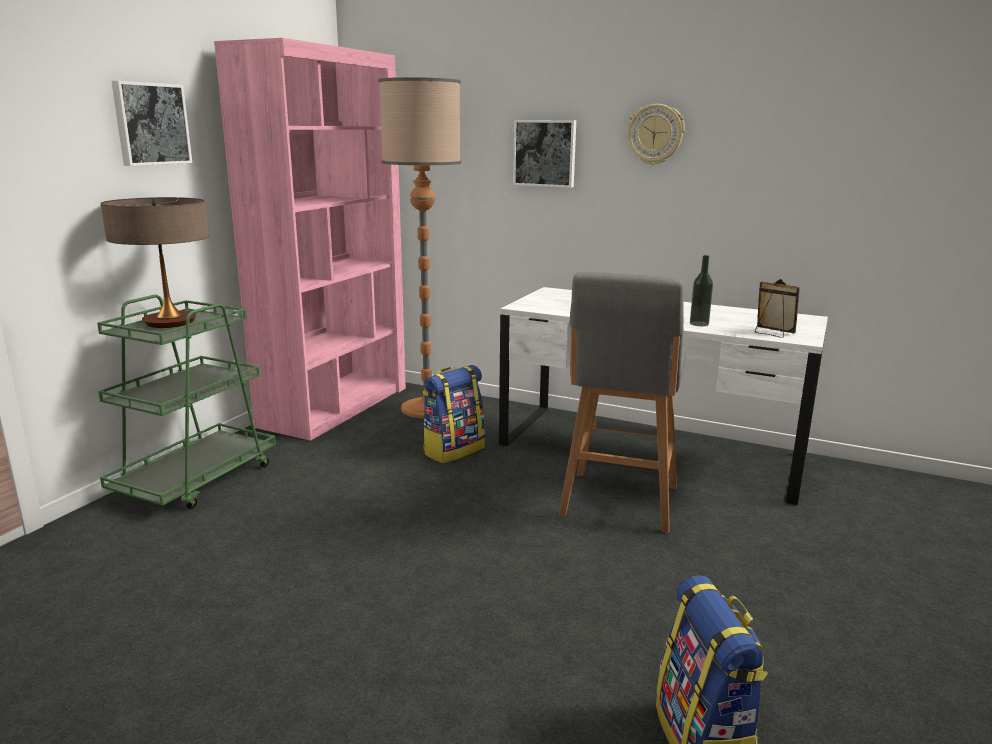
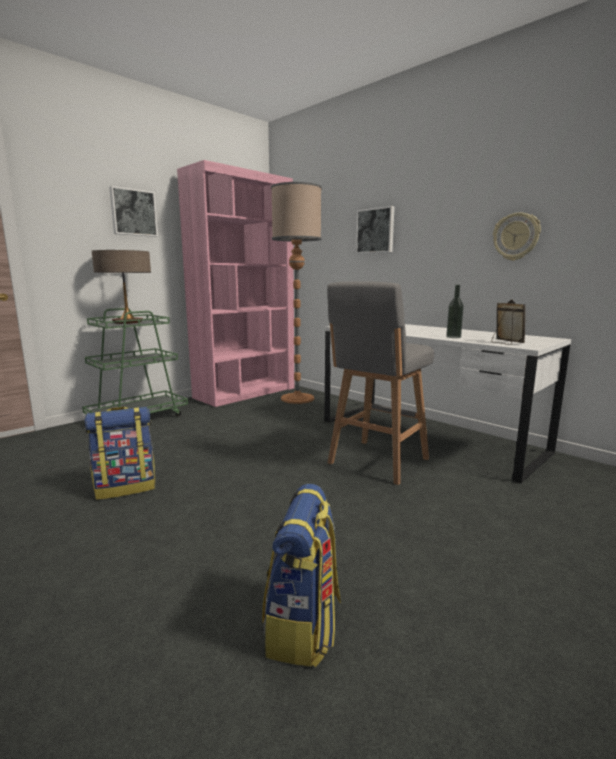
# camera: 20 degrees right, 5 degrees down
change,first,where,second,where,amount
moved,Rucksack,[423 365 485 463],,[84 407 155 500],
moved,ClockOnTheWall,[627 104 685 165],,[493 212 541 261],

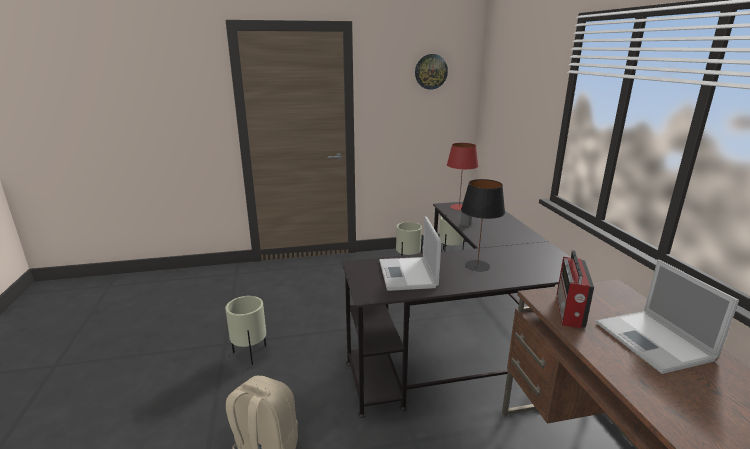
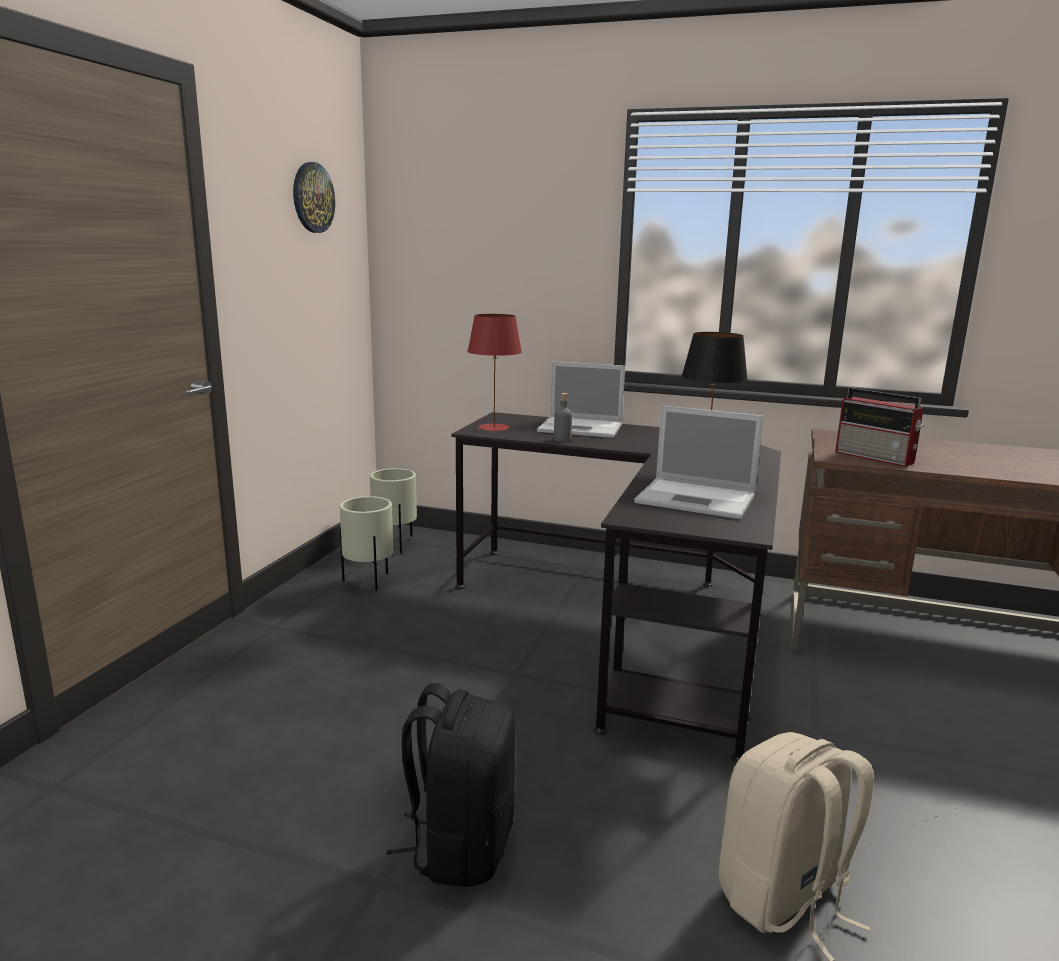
# camera: 60 degrees left, 5 degrees down
change,first,where,second,where,amount
moved,Laptop,[596 260 739 374],,[537 361 625 438],
replaced,BeigeColouredPlantPot,[225 296 266 365],BlackRucksack,[387 683 516 887],

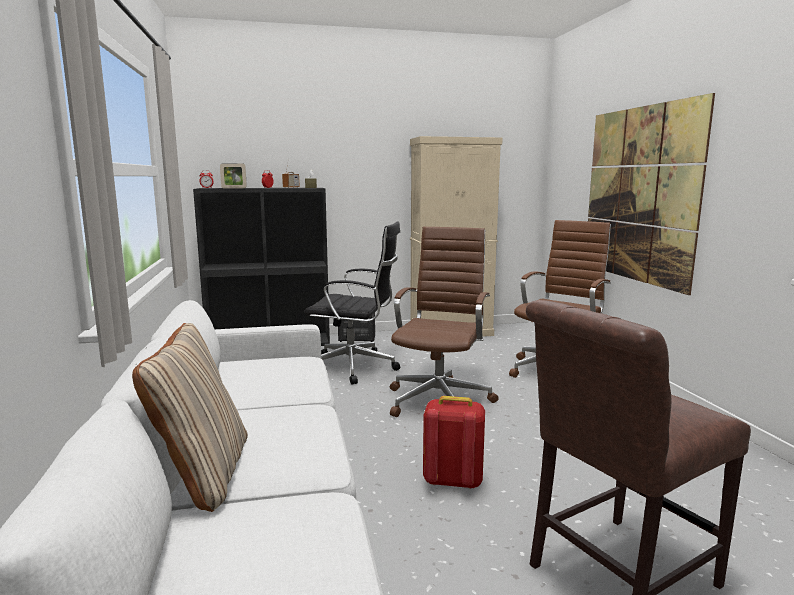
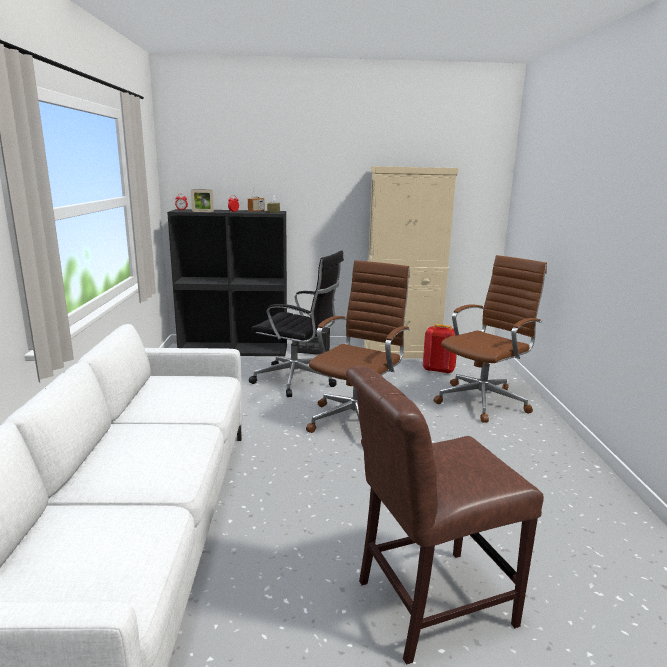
# camera: 10 degrees right, 5 degrees up
change,first,where,second,where,amount
removed,BeigeColouredPillow,[132 323 248 512],,,
removed,WallPicture,[588 93 715 295],,,
moved,RedColouredRucksack,[423 396 485 489],,[423 324 457 374],

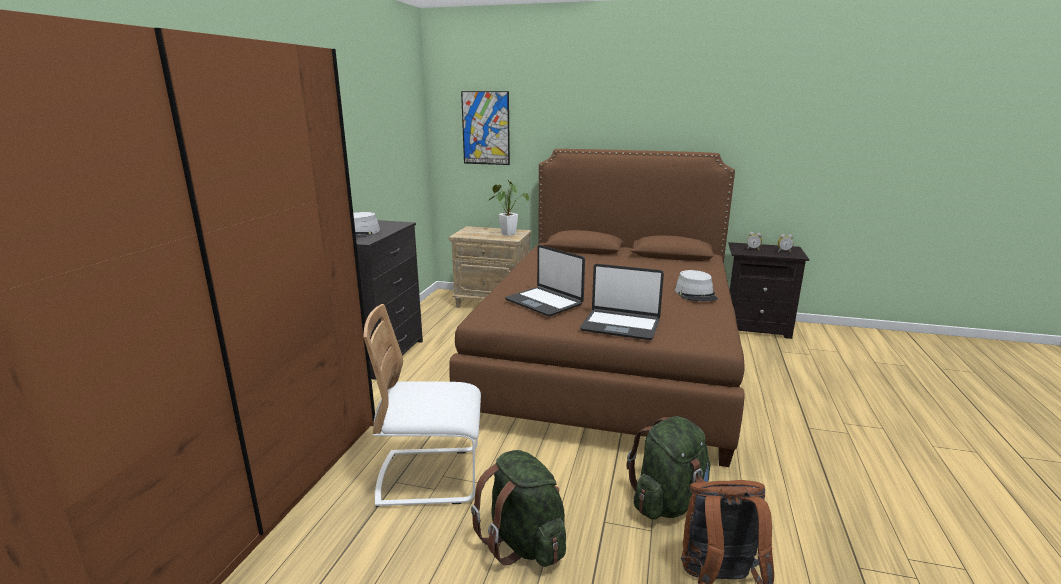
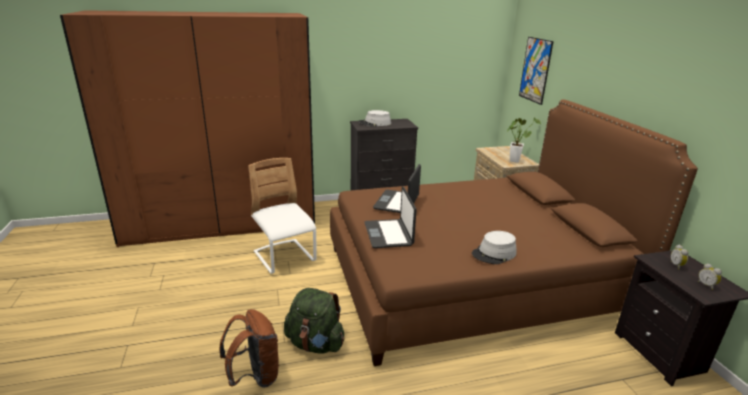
# camera: 60 degrees right, 5 degrees up
change,first,where,second,where,amount
removed,GreenRucksack,[471 450 566 567],,,

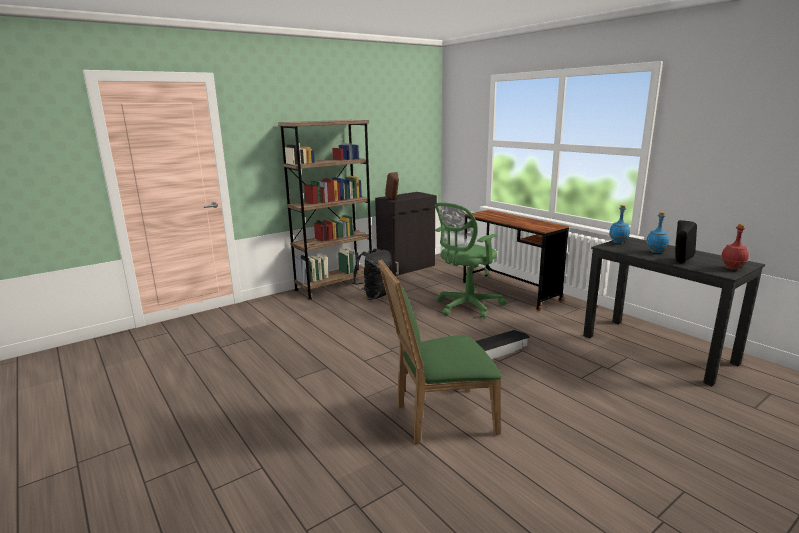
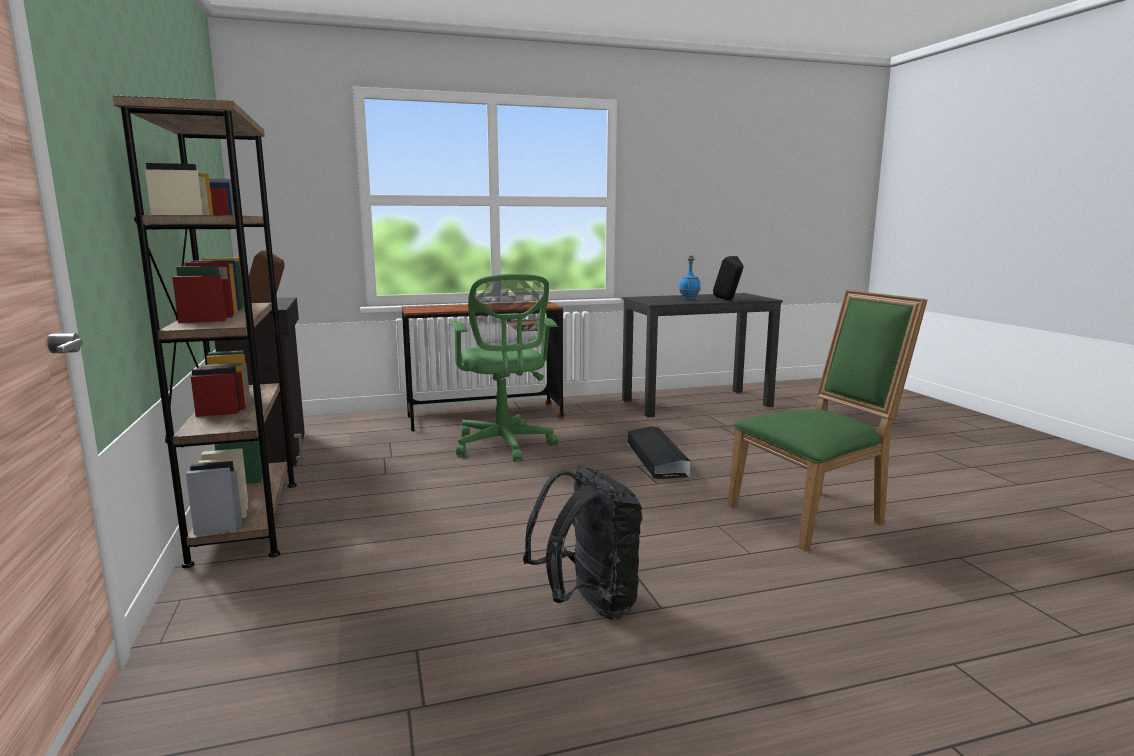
# camera: 70 degrees left, 5 degrees down
change,first,where,second,where,amount
removed,BlueColouredBeverageBottle,[609 205 630 244],,,
removed,RedColouredBeverageBottle,[721 224 749 270],,,
moved,BlackRucksack,[352 248 392 300],,[523 465 643 619],
turned,GreenPlainChair,[378 259 502 445],,[728 290 927 551],120 degrees counterclockwise

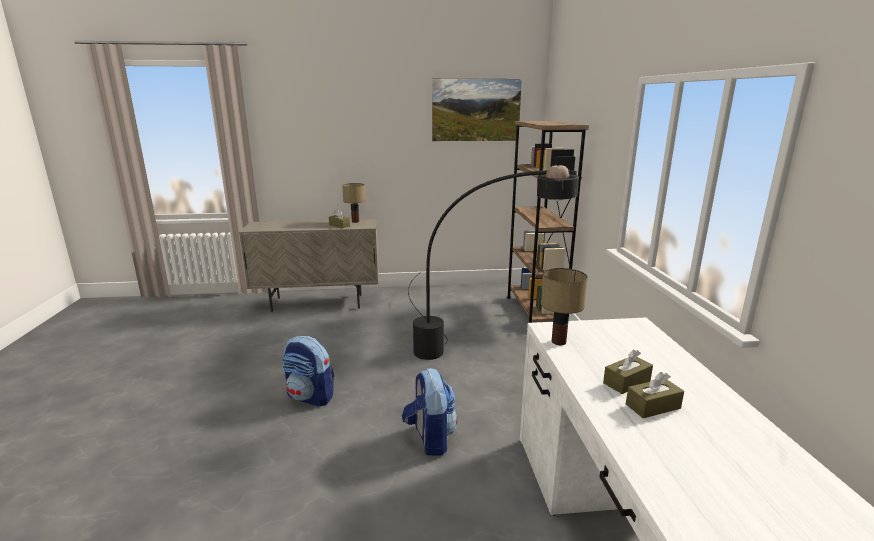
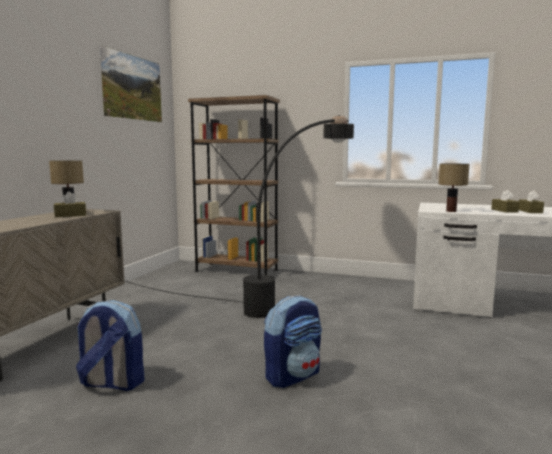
# camera: 65 degrees left, 10 degrees down
change,first,where,second,where,amount
moved,Rucksack,[402 368 458 456],,[76 300 144 391],

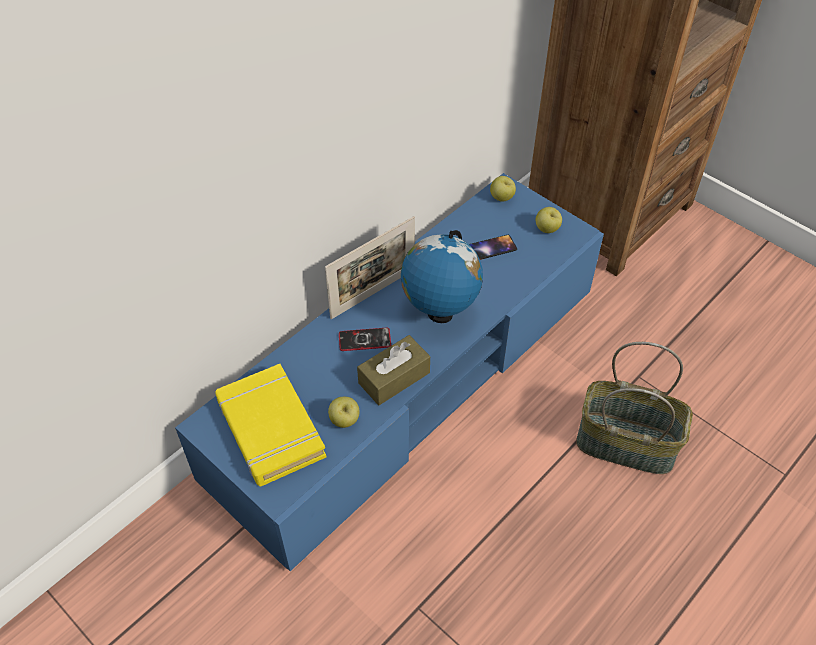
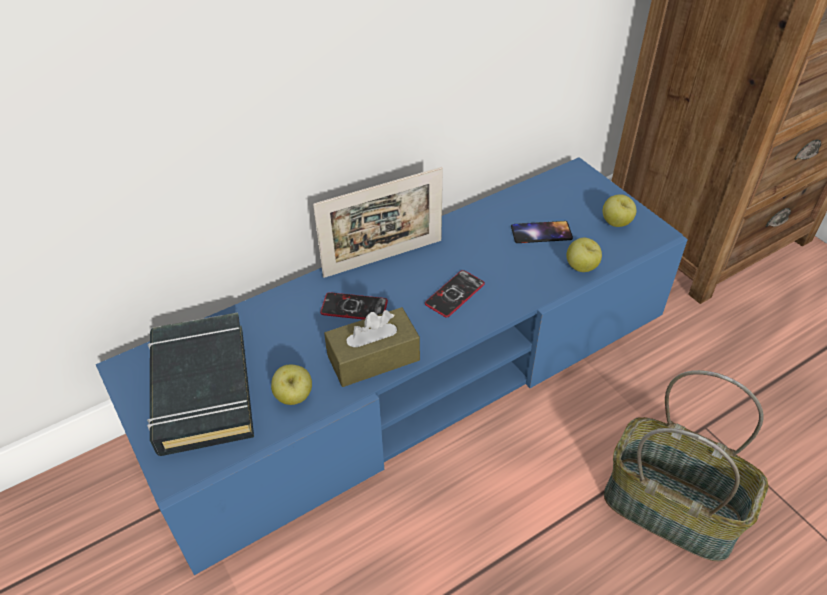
# camera: 15 degrees right, 5 degrees down
change,first,where,second,where,amount
moved,AppleFruit,[490 176 516 202],,[566 238 602 272],
replaced,DeskGlobe,[401 230 483 323],Handset,[425 270 485 318],
recoloured,YellowBook,[216 364 326 486],BlackBook,[147 312 254 456],

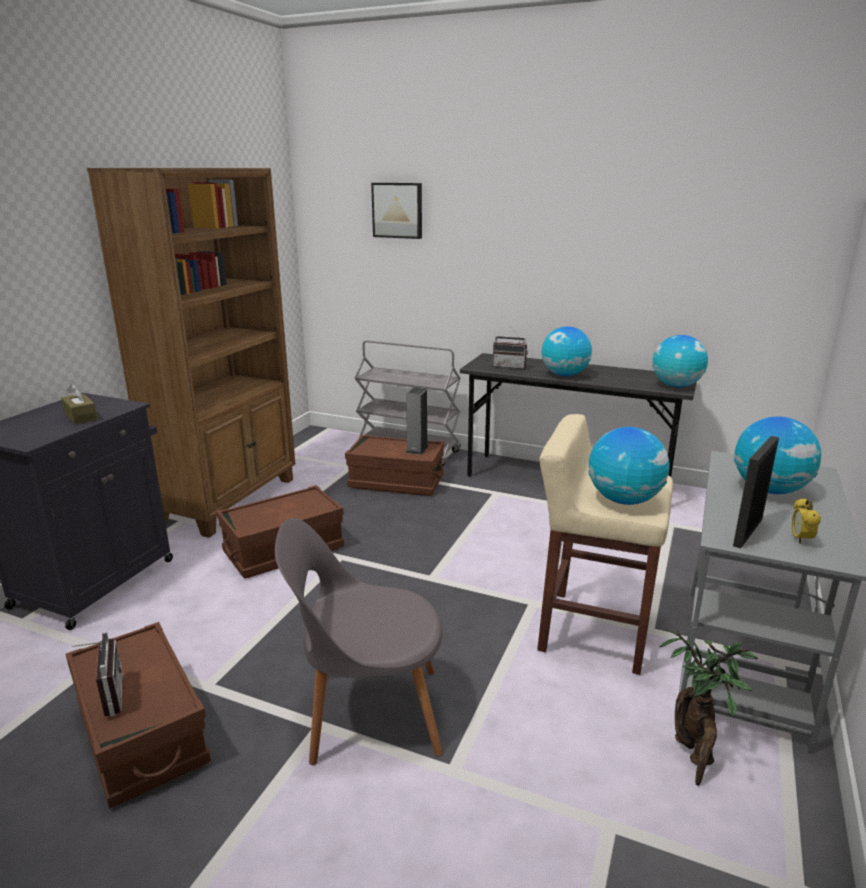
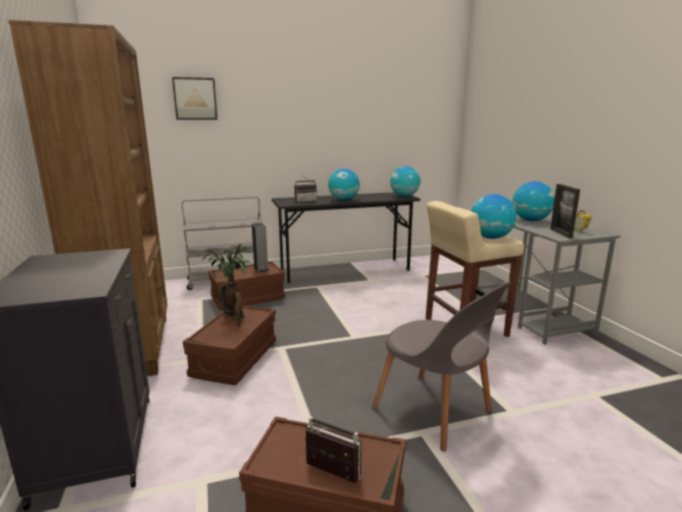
# camera: 40 degrees left, 5 degrees down
change,first,where,second,where,amount
removed,BrownishBoxOfTissues,[61 384 98 425],,,
moved,Houseplant,[660 629 758 786],,[202 244 251 327],
turned,GreyishPlainChair,[275 518 443 765],,[372 282 511 452],90 degrees counterclockwise

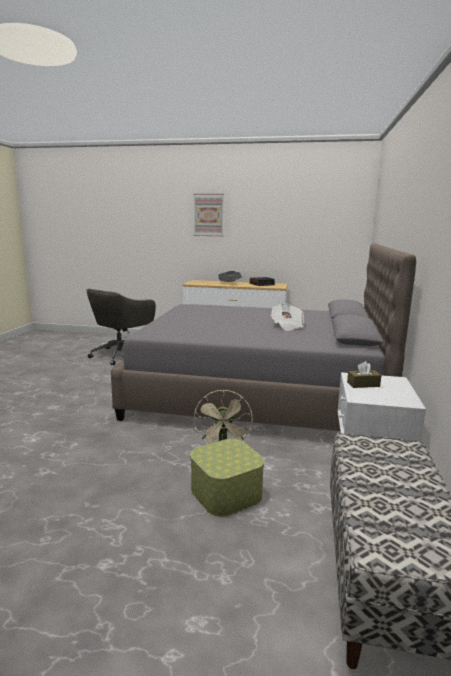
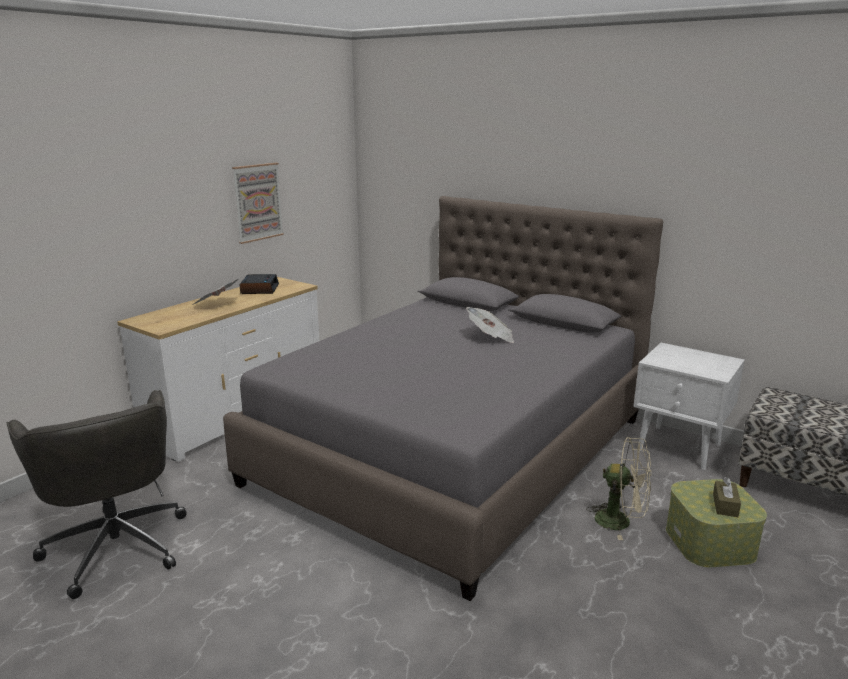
# camera: 65 degrees left, 5 degrees up
change,first,where,second,where,amount
moved,WallPicture,[193 194 224 236],,[232 163 284 244],
moved,BrownishBoxOfTissues,[347 361 381 388],,[713 477 741 517],

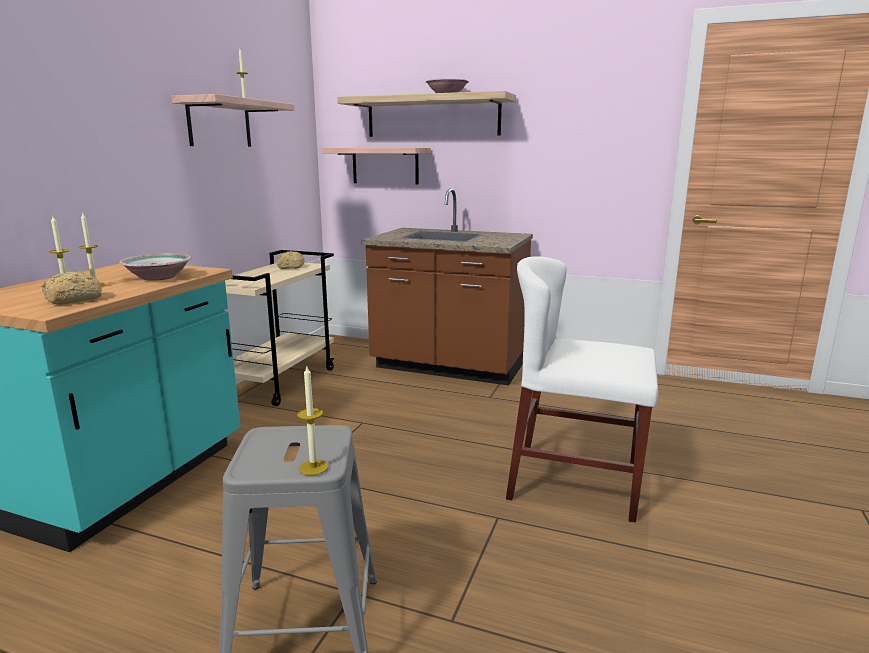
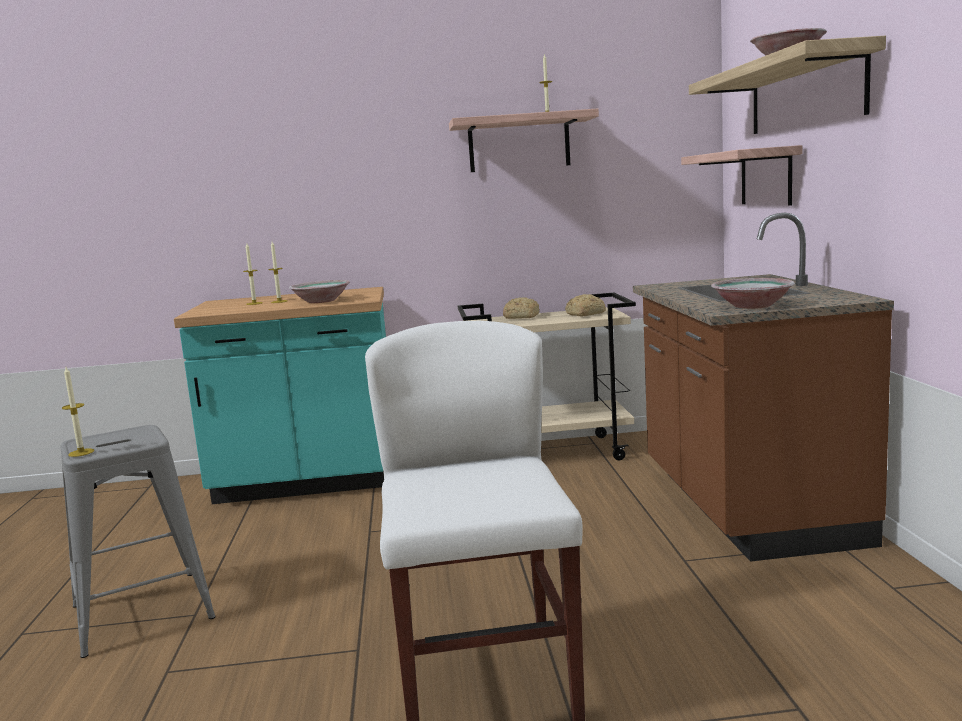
# camera: 65 degrees right, 5 degrees down
change,first,where,second,where,amount
added,,,Bowl,[711 278 795 309],
moved,Bread,[41 271 102 305],,[503 297 539 319],

